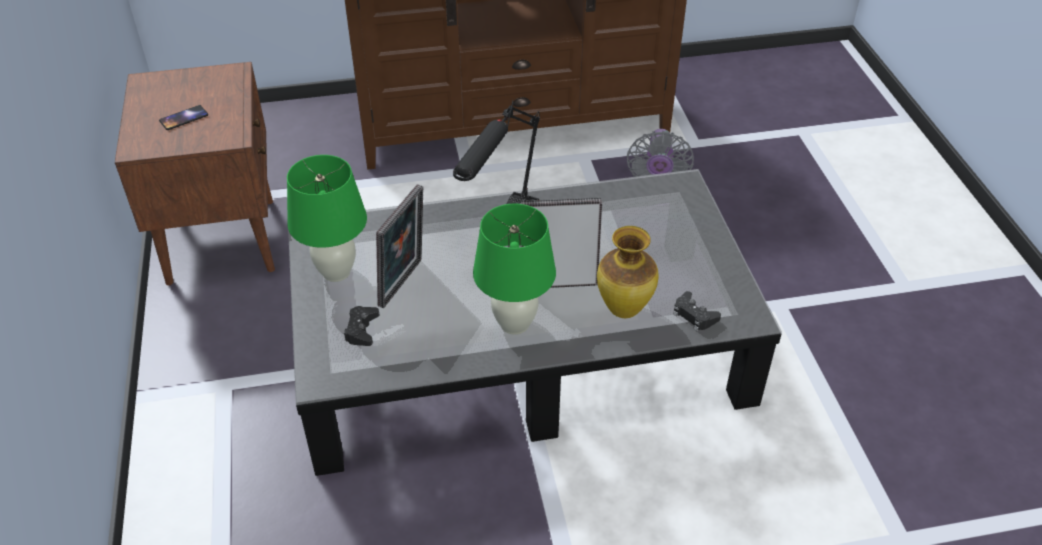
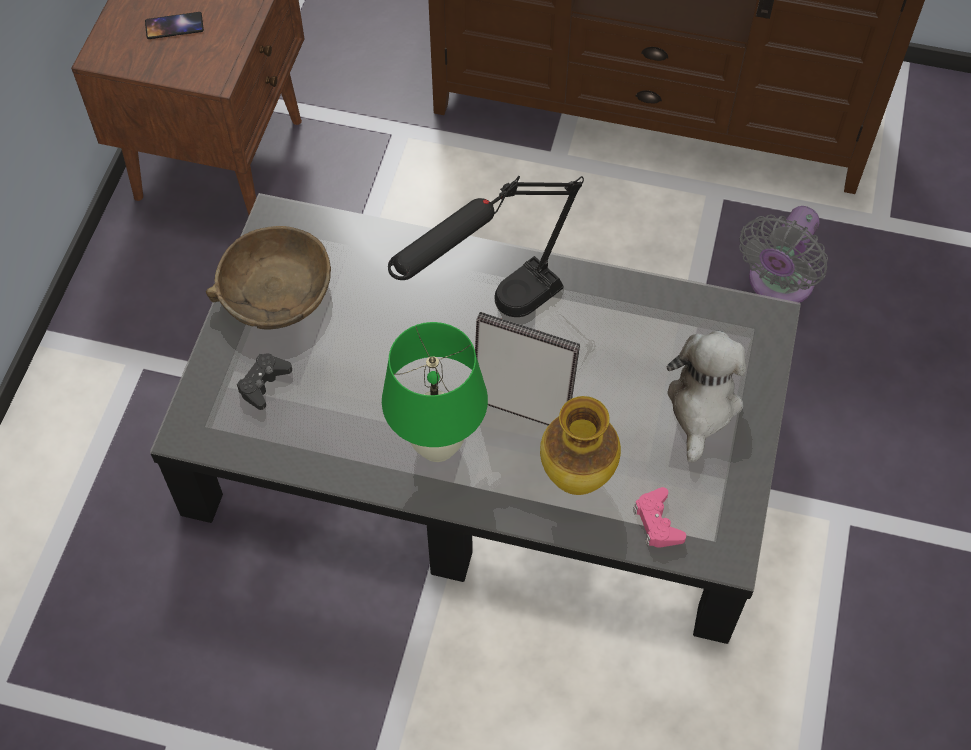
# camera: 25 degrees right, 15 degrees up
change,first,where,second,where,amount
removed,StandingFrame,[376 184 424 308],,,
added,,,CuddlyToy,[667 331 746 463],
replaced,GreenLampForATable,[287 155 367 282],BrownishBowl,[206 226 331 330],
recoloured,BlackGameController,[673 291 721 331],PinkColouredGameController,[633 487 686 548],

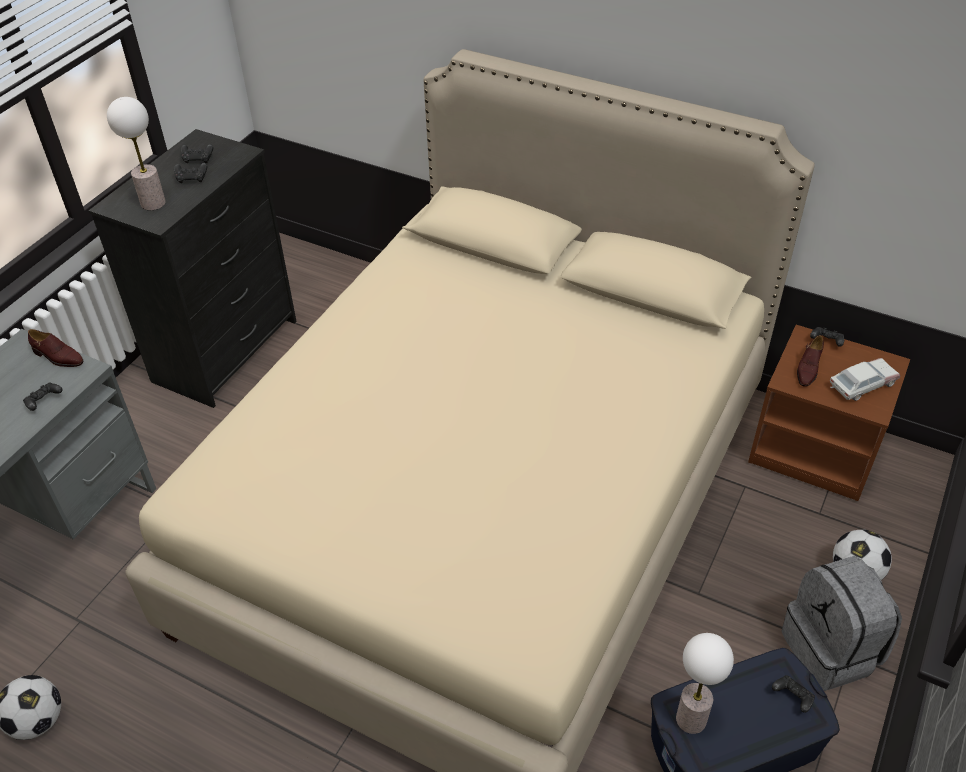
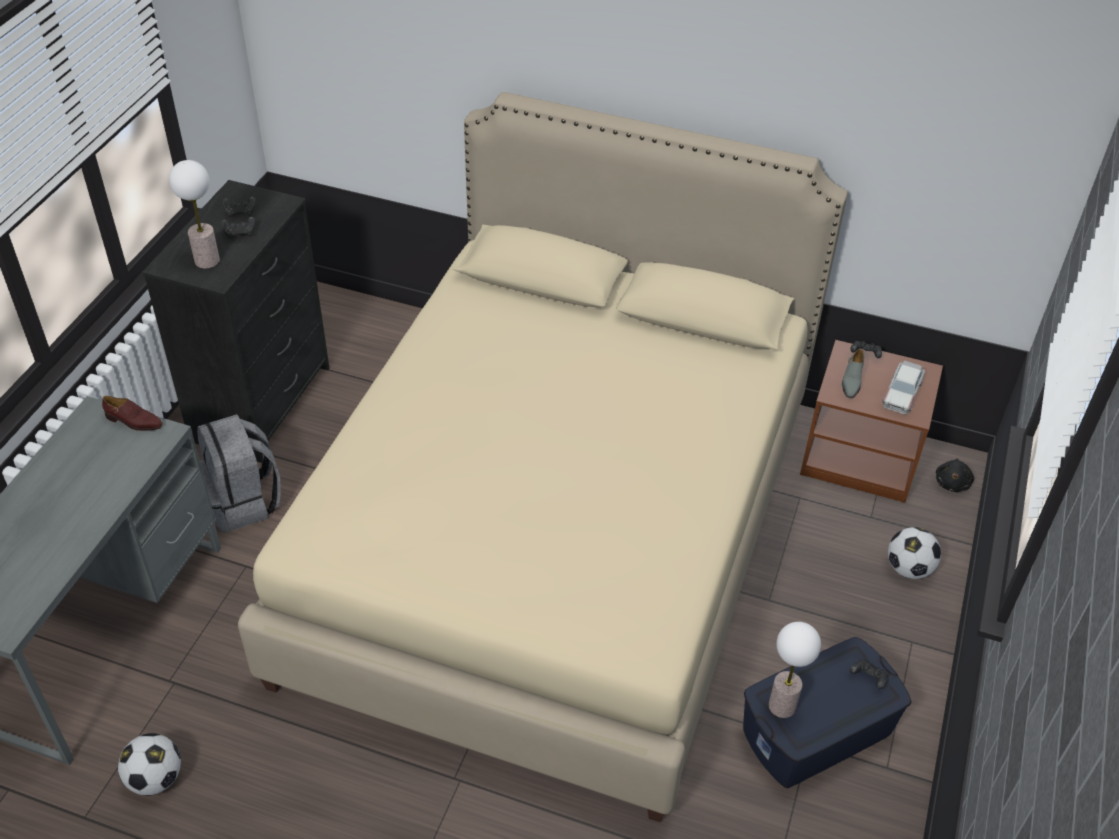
# camera: 10 degrees left, 0 degrees up
change,first,where,second,where,amount
removed,BlackGameController,[23 382 62 411],,,
added,,,BlackCuddlyToy,[936 459 974 492],
moved,GreyishRucksack,[782 556 902 691],,[197 414 281 532],
recoloured,BrownishLowShoe,[797 335 824 387],GreyishLowShoe,[842 349 864 398],
turned,ModelCar,[830 358 900 401],,[882 361 925 414],150 degrees clockwise

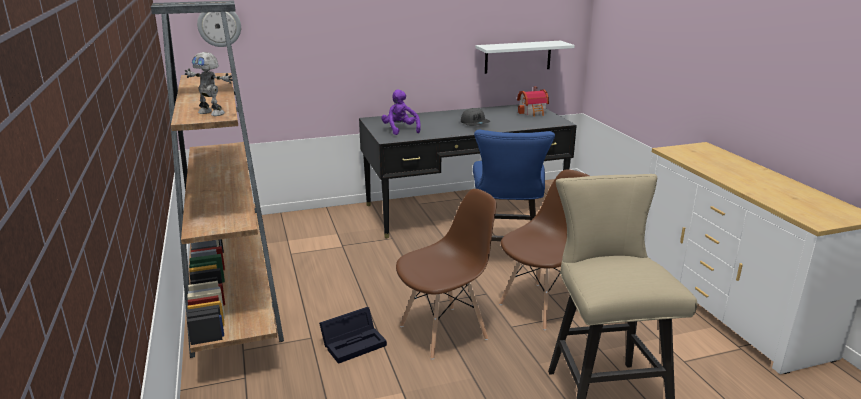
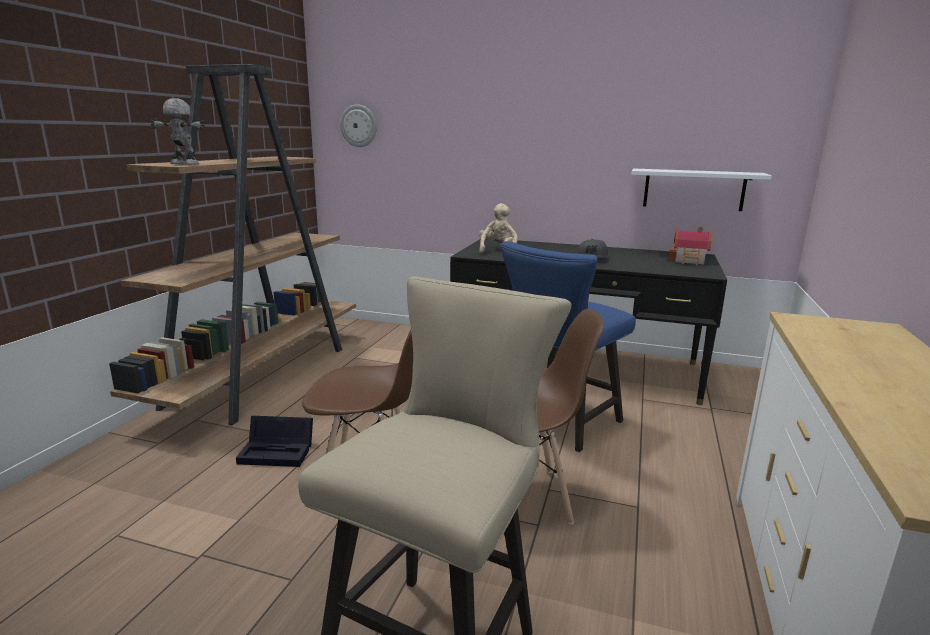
# camera: 35 degrees right, 5 degrees down
change,first,where,second,where,amount
recoloured,PurplishCuddlyToy,[381 89 421 135],BeigeColouredCuddlyToy,[479 203 518 253],
turned,ToyRobot,[185 52 233 116],,[151 98 205 165],135 degrees clockwise

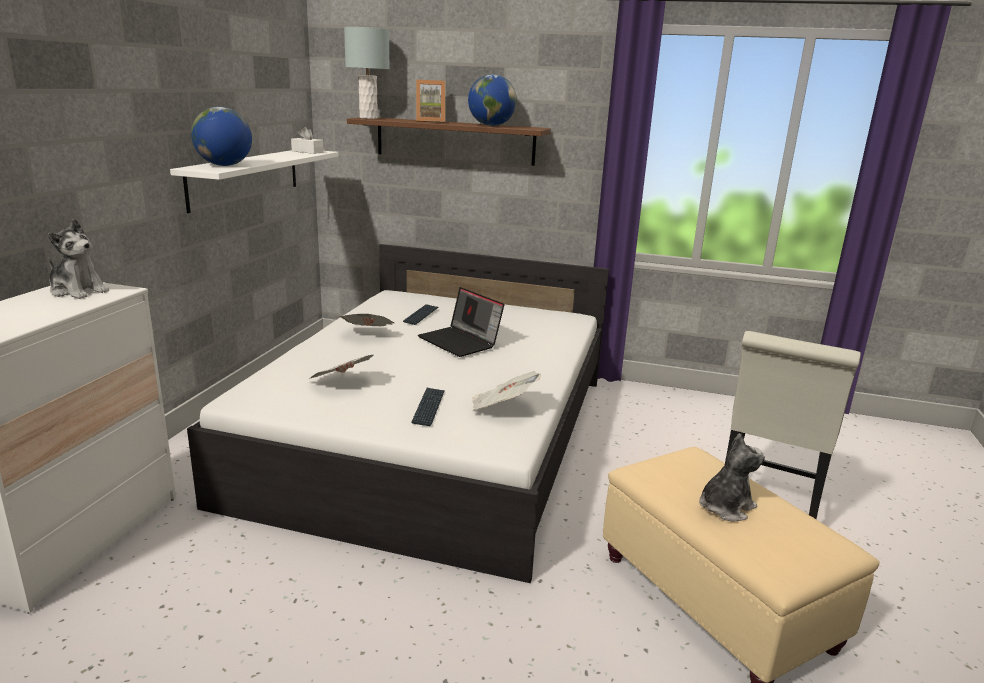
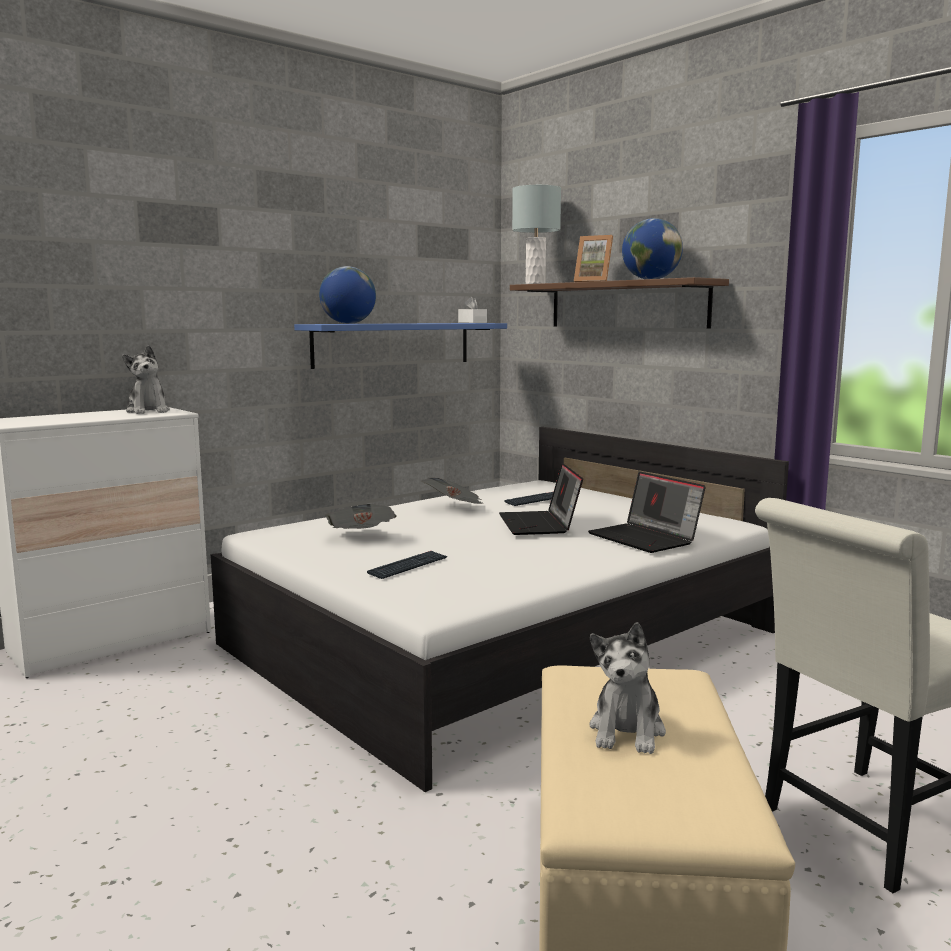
# camera: 35 degrees right, 10 degrees down
change,first,where,second,where,amount
removed,DailyPaper,[472 371 541 411],,,
added,,,Laptop,[588 471 706 553],
recoloured,WhiteColouredBracketShelf,[170 150 339 213],BlueColouredBracketShelf,[294 323 507 369],
turned,CuddlyToy,[699 433 765 522],,[589 622 666 754],105 degrees clockwise

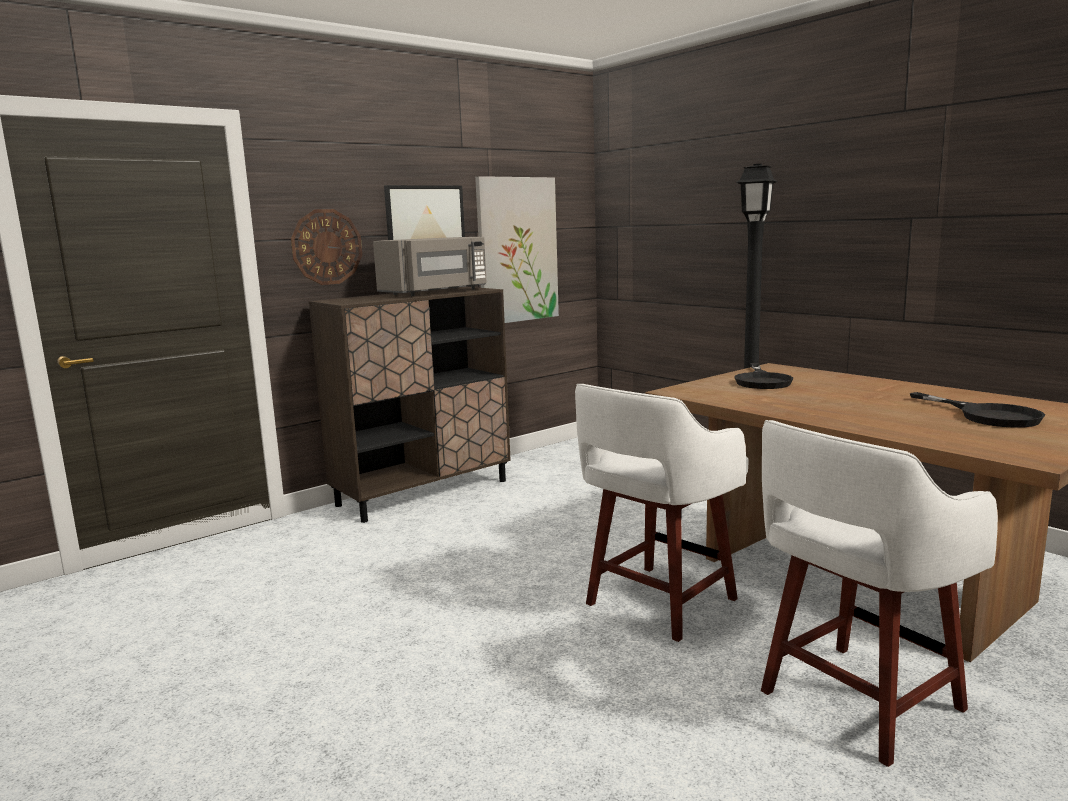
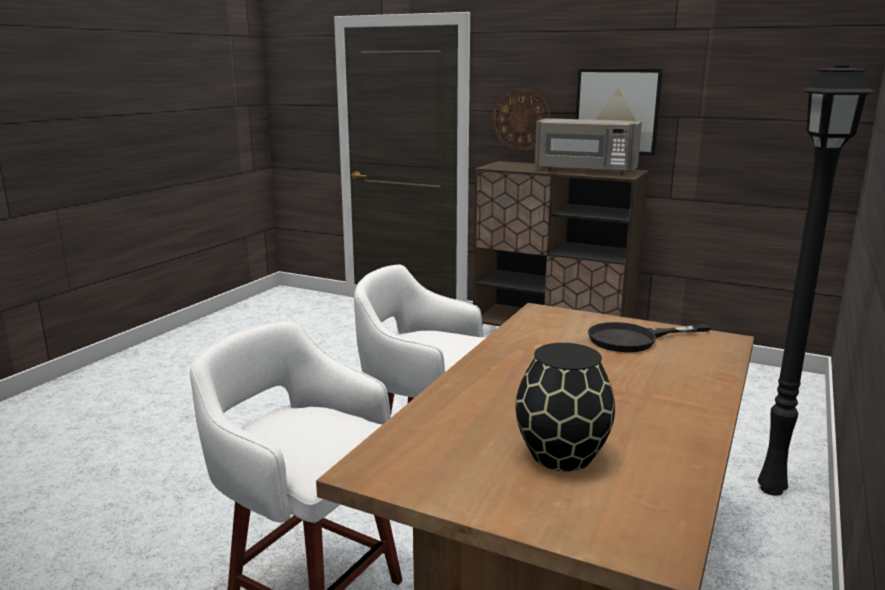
# camera: 65 degrees right, 5 degrees up
change,first,where,second,where,amount
removed,WallPicture,[475 176 559 323],,,
replaced,BlackFryingPan,[910 392 1045 428],BlackVase,[515 343 615 471],

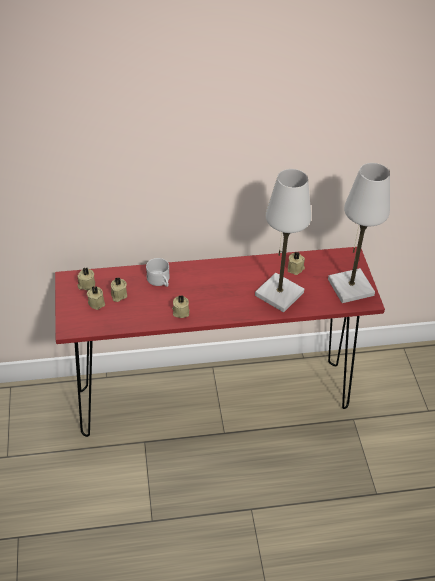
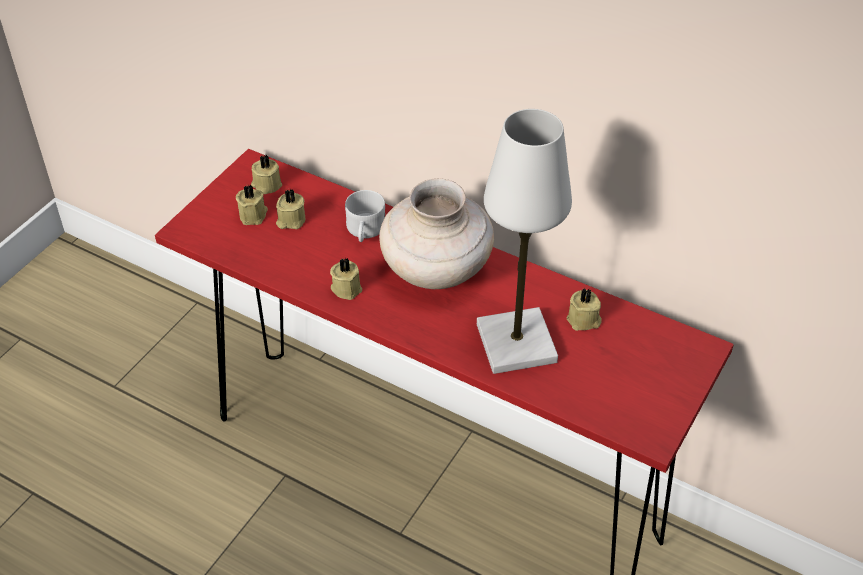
# camera: 40 degrees right, 0 degrees up
change,first,where,second,where,amount
removed,WhiteColouredLampForATable,[328 163 390 303],,,
added,,,BeigeColouredVase,[379 178 494 289],

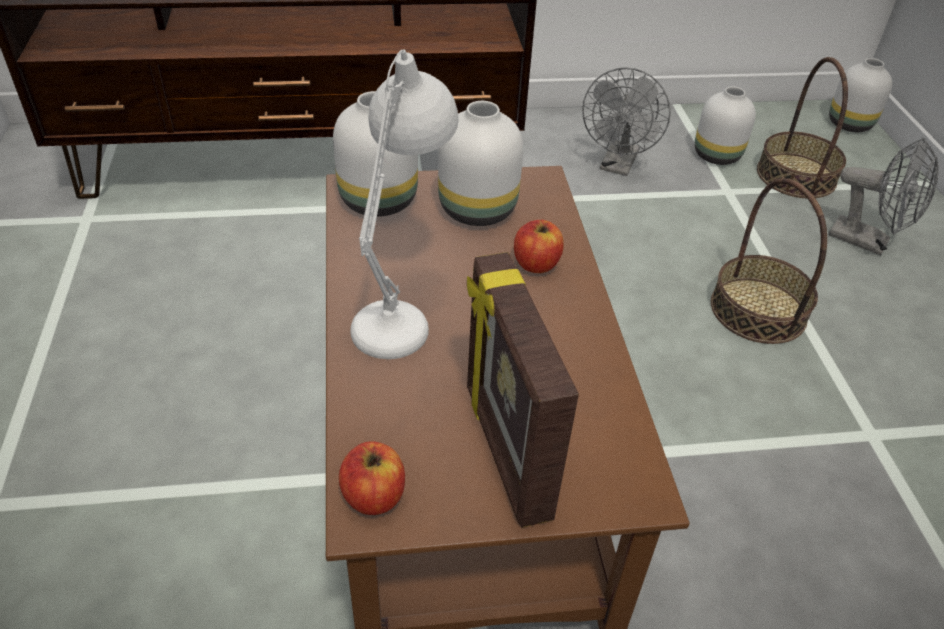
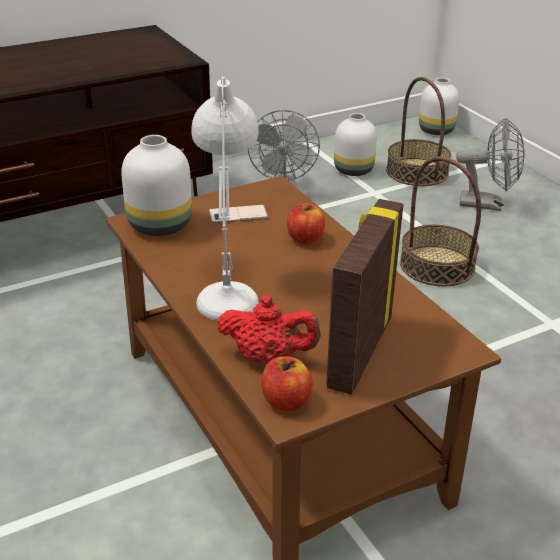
# camera: 20 degrees left, 10 degrees down
change,first,where,second,where,amount
added,,,RedColouredPotForTea,[217 296 321 364],
replaced,WhiteColouredVase,[438 101 523 226],Handset,[209 205 269 223],
turned,StandingFrame,[467 252 579 528],,[326 199 403 395],60 degrees clockwise

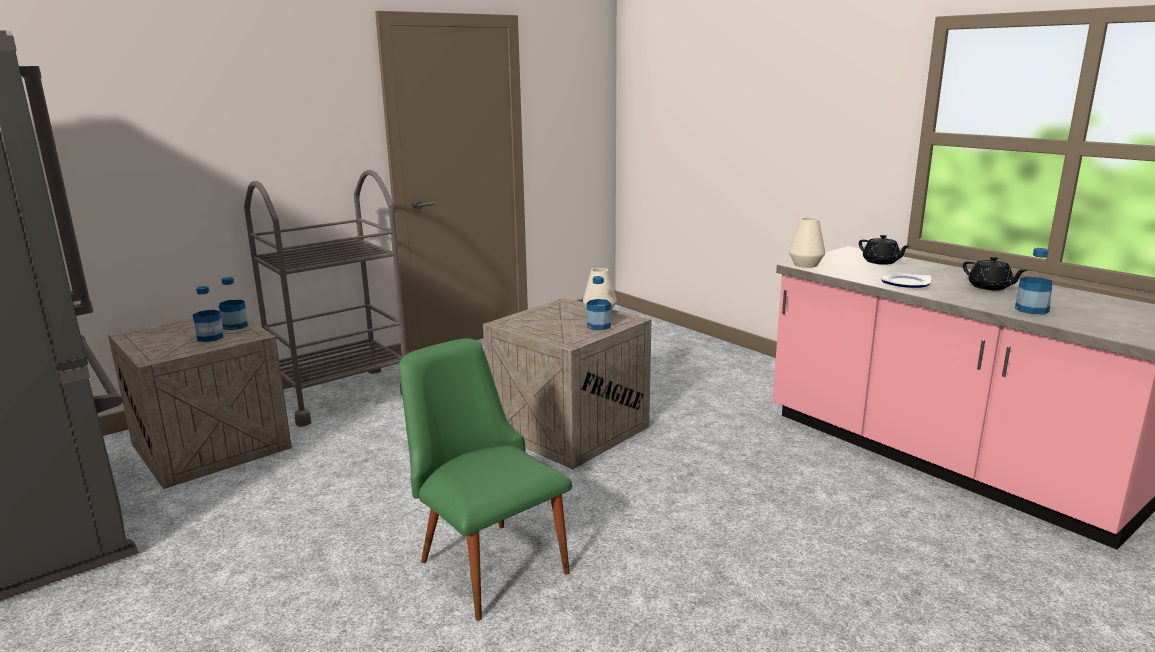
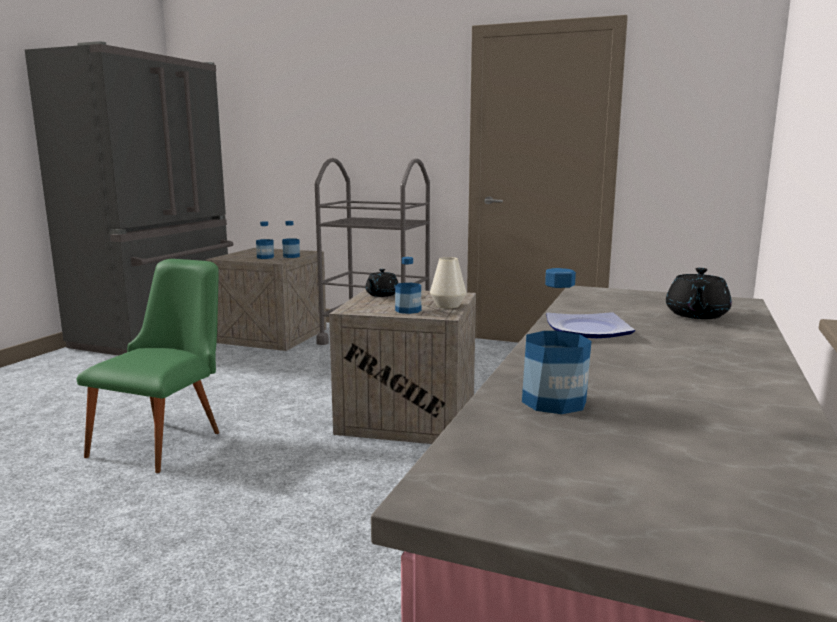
# camera: 60 degrees right, 5 degrees down
change,first,where,second,where,amount
removed,WhiteColouredVase,[789 217 825 268],,,
moved,BlackPotForTea,[963 257 1028 290],,[365 269 398 297],

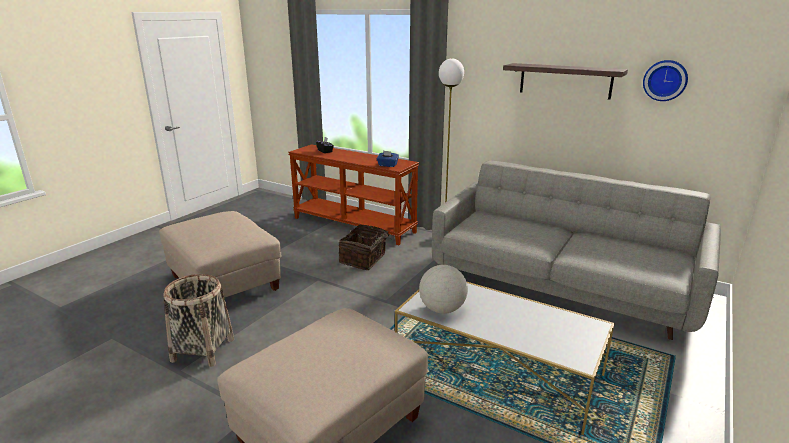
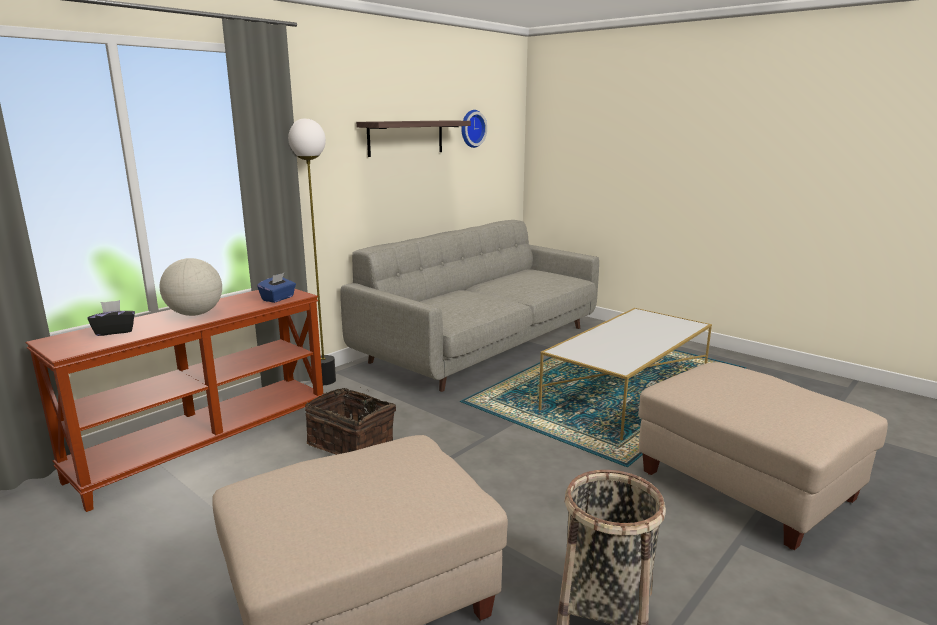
# camera: 80 degrees left, 5 degrees down
change,first,where,second,where,amount
moved,DeskGlobe,[419 265 468 314],,[160 258 222 316],

